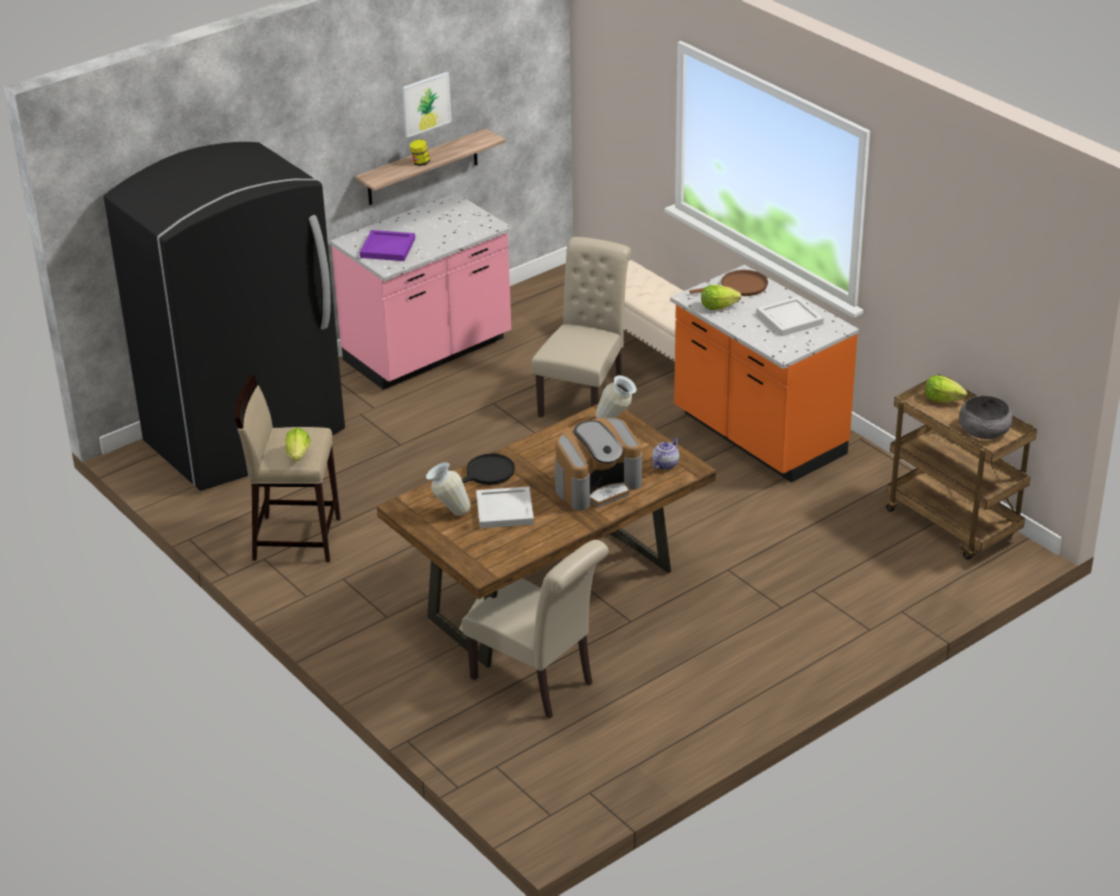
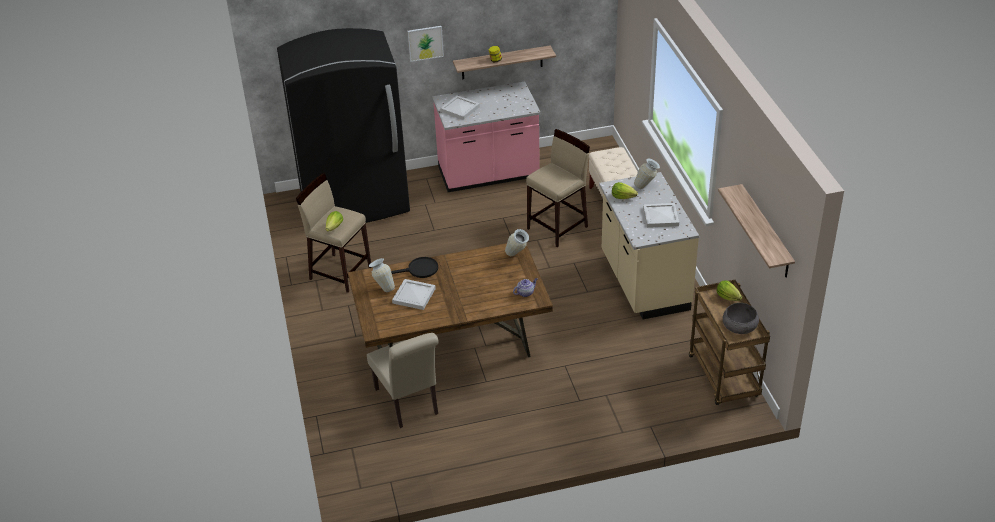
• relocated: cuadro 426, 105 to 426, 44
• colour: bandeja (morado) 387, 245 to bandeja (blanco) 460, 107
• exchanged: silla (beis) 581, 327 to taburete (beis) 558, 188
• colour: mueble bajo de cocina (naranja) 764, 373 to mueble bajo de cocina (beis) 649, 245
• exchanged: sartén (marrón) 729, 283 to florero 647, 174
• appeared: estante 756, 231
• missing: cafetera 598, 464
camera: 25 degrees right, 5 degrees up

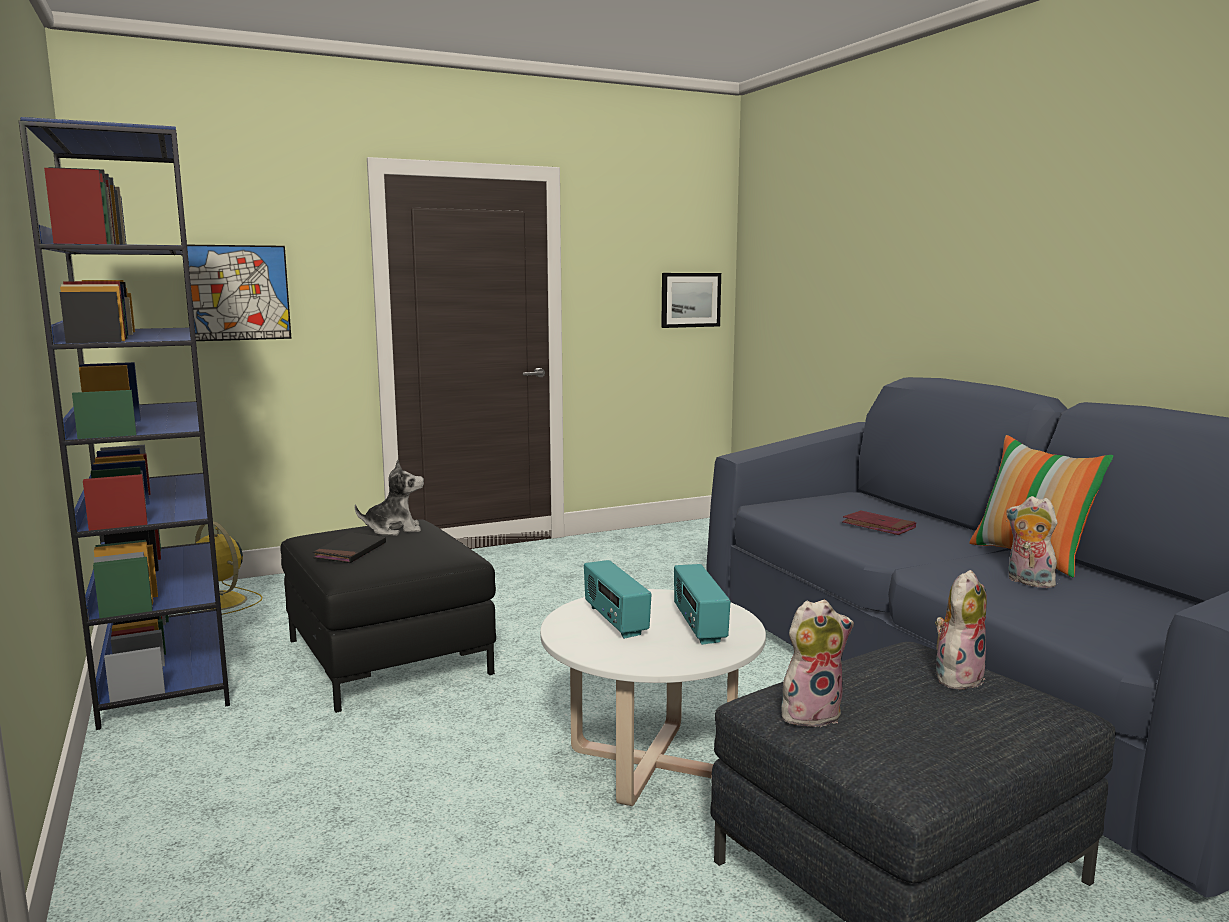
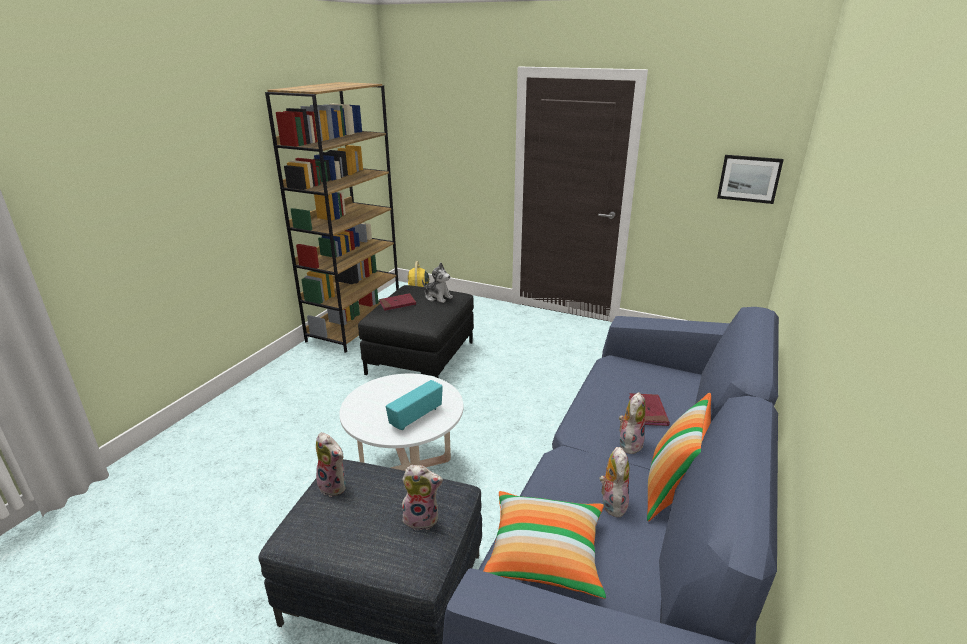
• colour: estantería (azul) 124, 423 to estantería (marrón) 332, 217
• colour: libro (negro) 349, 547 to libro (rojo) 397, 302
• appeared: cojín 544, 545
• appeared: peluche 632, 423
• missing: cuadro 239, 293
• missing: radio 618, 599
camera: 50 degrees right, 15 degrees up

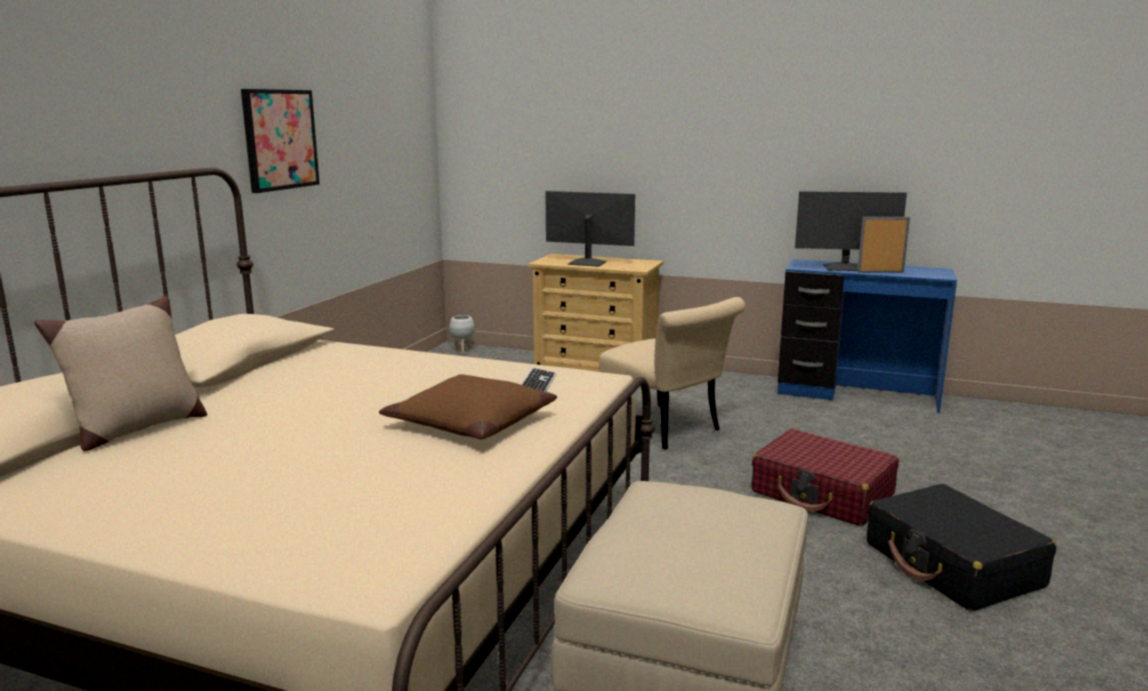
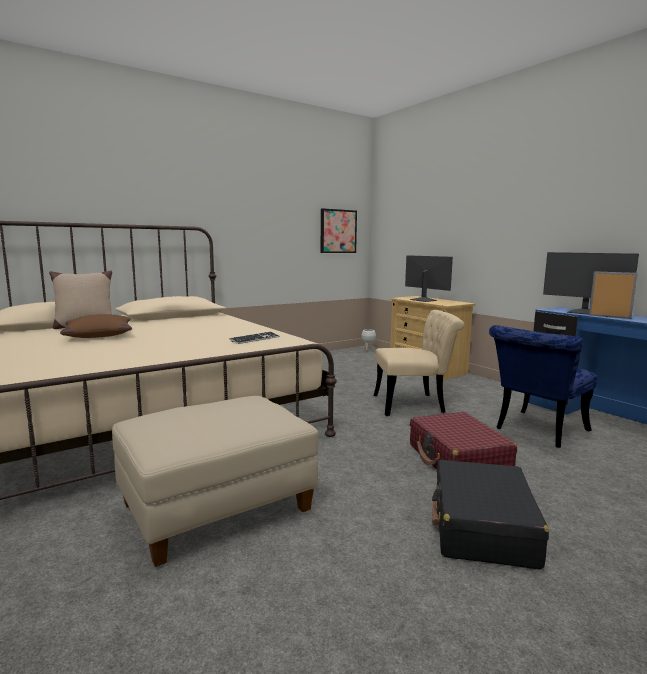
• relocated: cojín (marrón) 468, 406 to 96, 326
• relocated: cuadro 280, 141 to 339, 230
• spun: silla (beis) 672, 373 = 419, 363 90 degrees counterclockwise
• appeared: silla (azul) 543, 386
camera: 35 degrees right, 5 degrees down

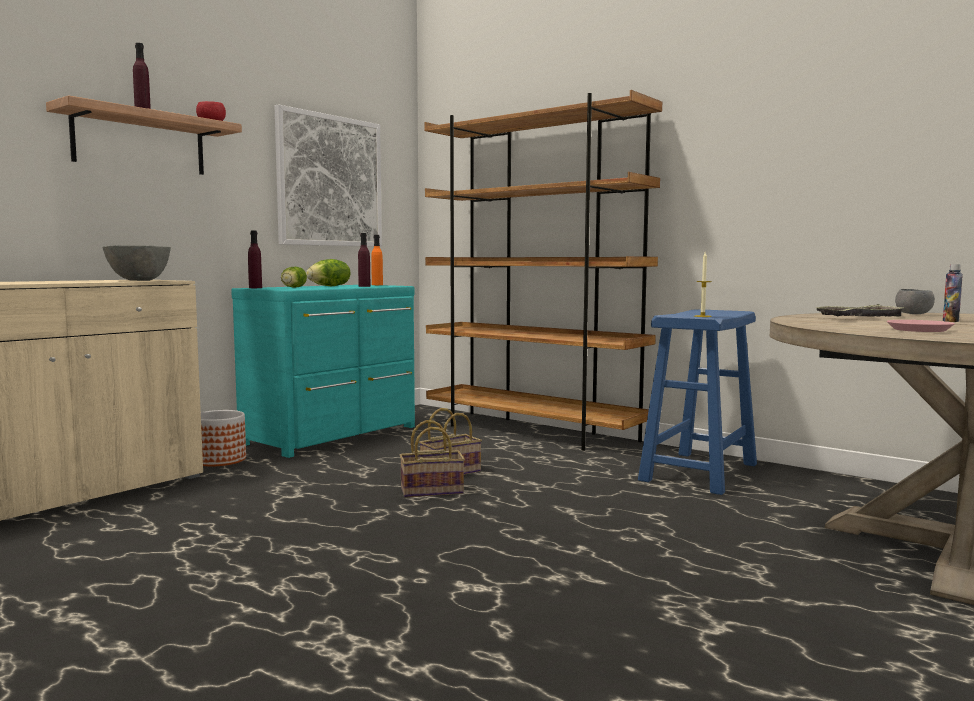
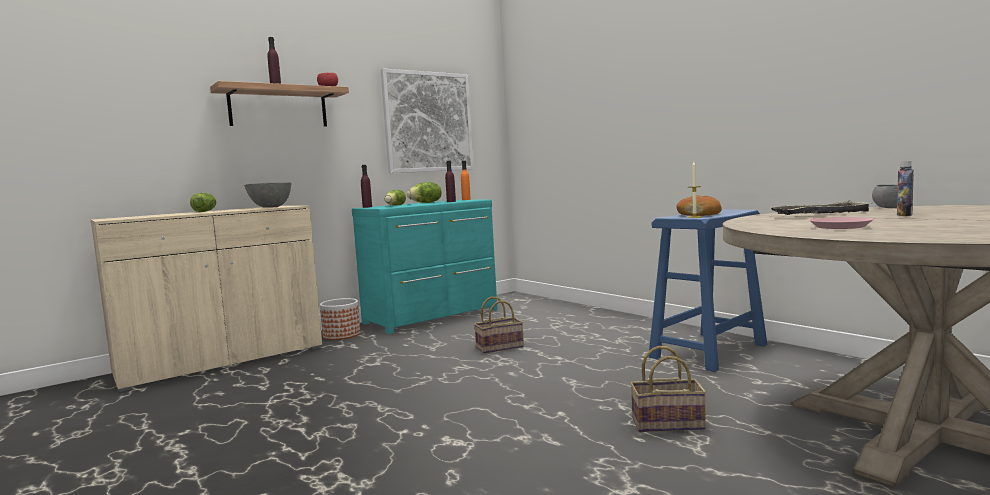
• appeared: lechuga 203, 202
• relocated: cesta 432, 458 to 668, 389
• appeared: pan 699, 206
• missing: estantería (marrón) 543, 270
camera: 15 degrees right, 0 degrees up

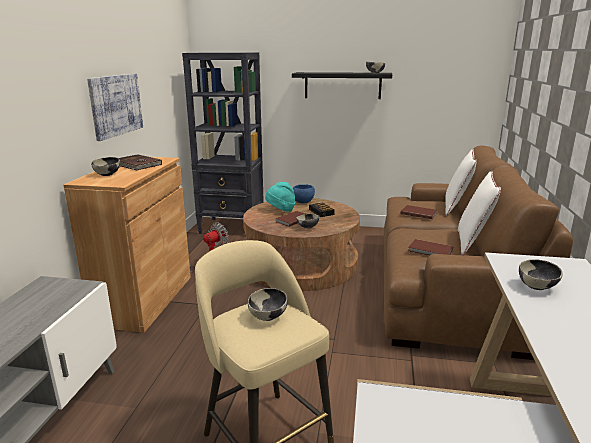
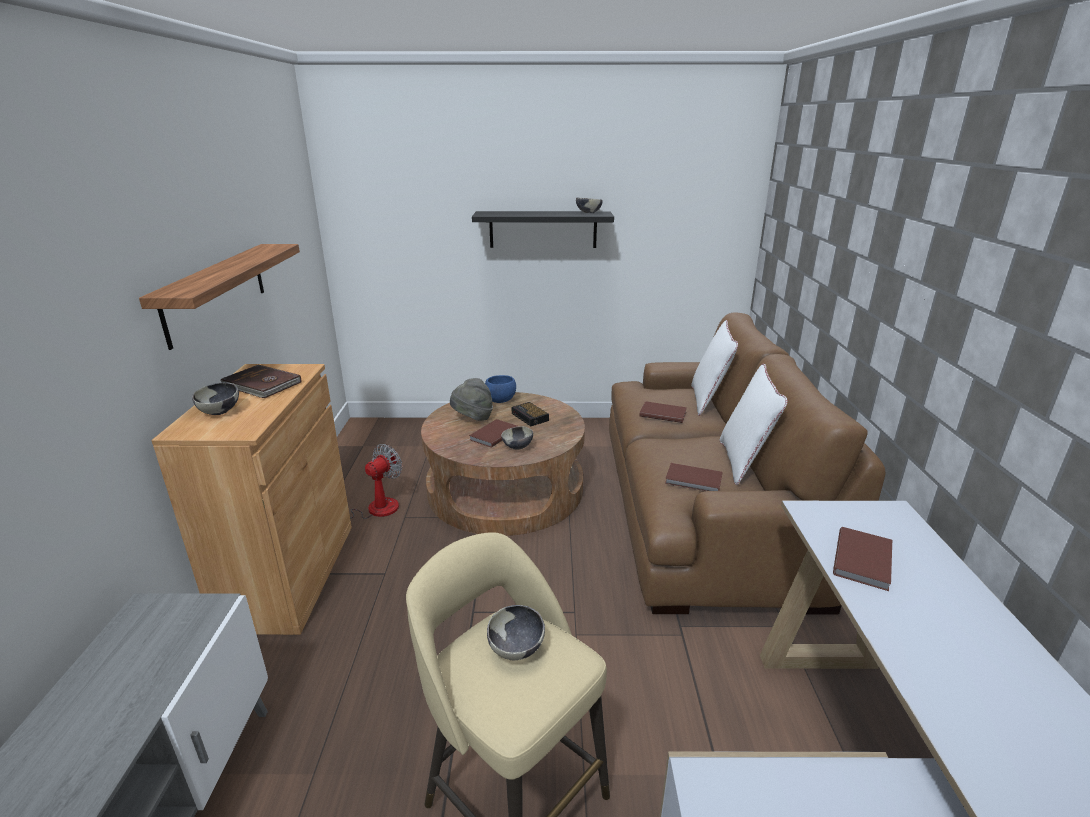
• exchanged: cuadro 115, 107 to estante 219, 297
• colour: sombrero (turquesa) 280, 197 to sombrero (gris) 471, 399
• exchanged: cuenco 541, 275 to libro (marrón) 862, 559
• missing: estantería (negro) 223, 143
camera: 10 degrees left, 5 degrees up

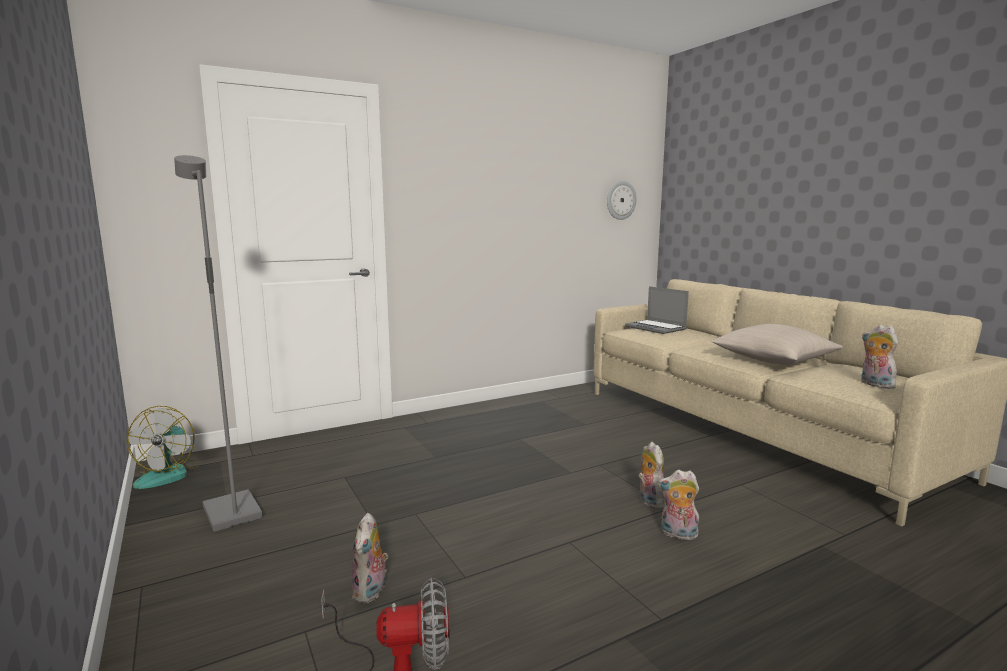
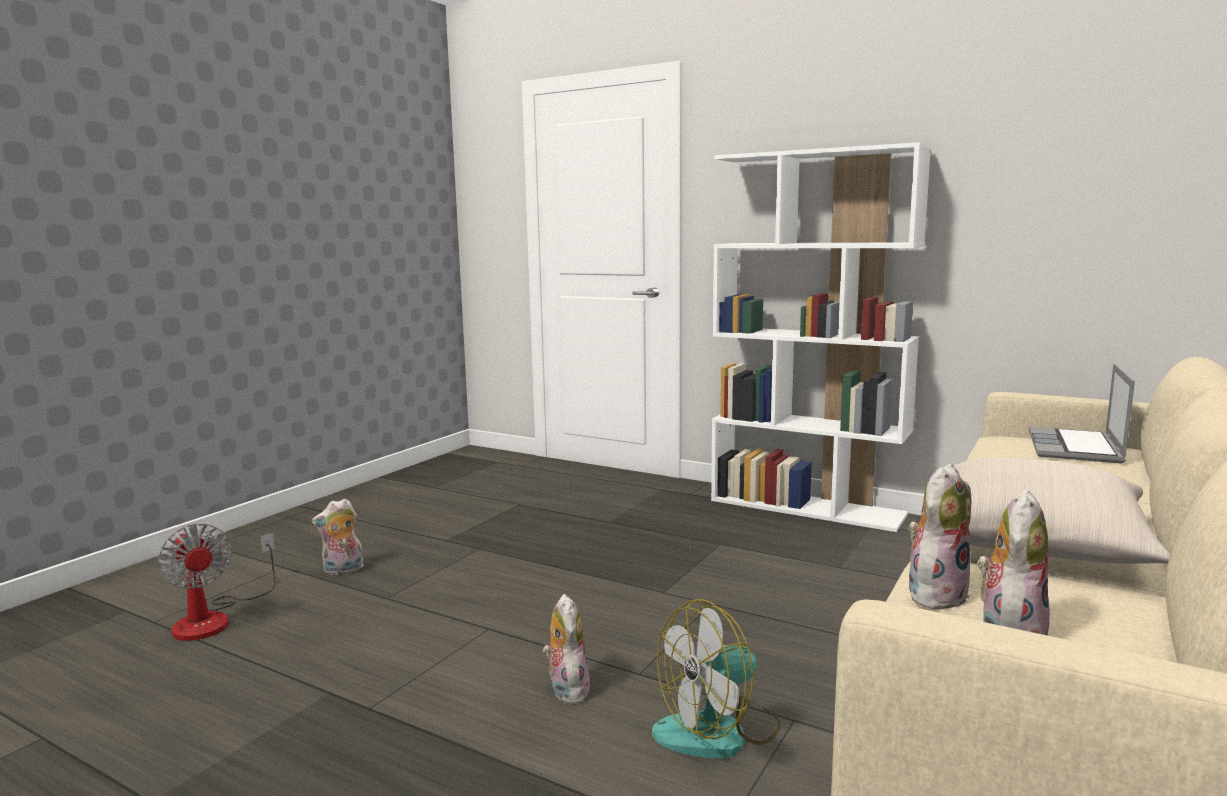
• relocated: ventilador 163, 447 to 716, 679
• appeared: estantería (blanco) 821, 337
• relocated: peluche 651, 475 to 939, 537
• missing: lámpara de pie (gris) 218, 343
• missing: reloj de pared 621, 200
camera: 60 degrees right, 0 degrees up

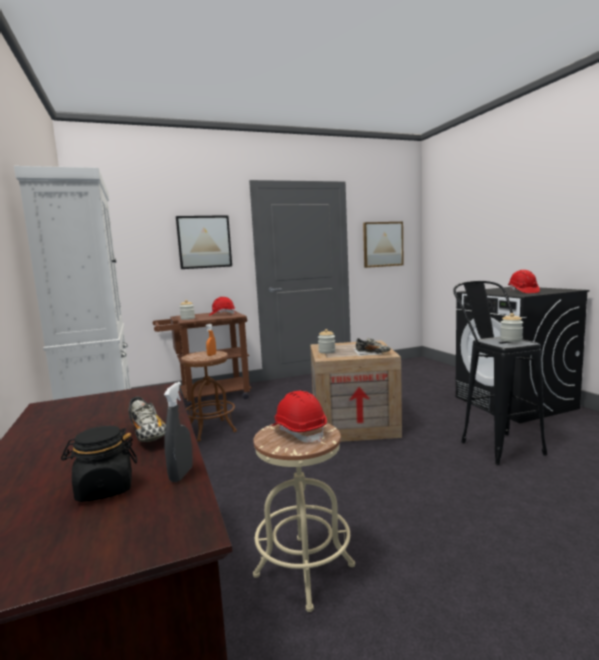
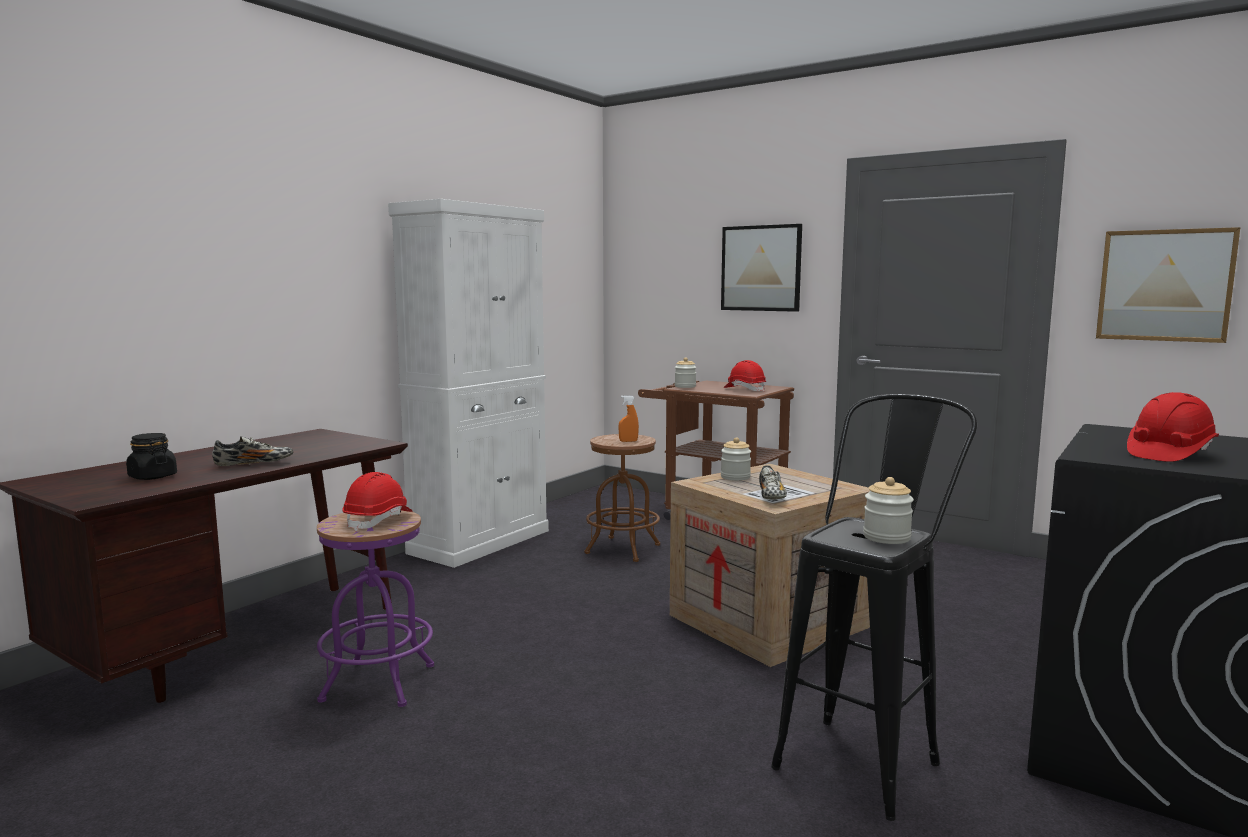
• spun: zapato 147, 419 = 252, 451 135 degrees counterclockwise
• colour: taburete (beis) 304, 517 to taburete (morado) 375, 608
• missing: pulverizador (gris) 178, 432
camera: 55 degrees right, 0 degrees up

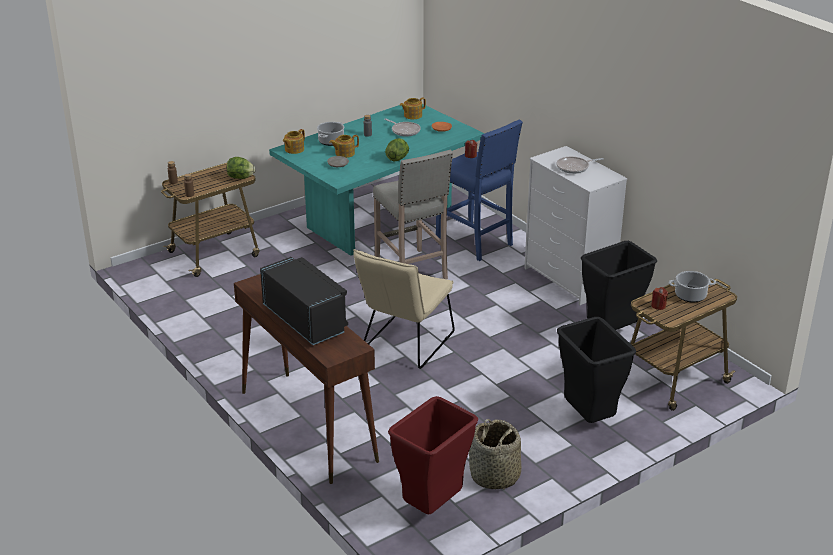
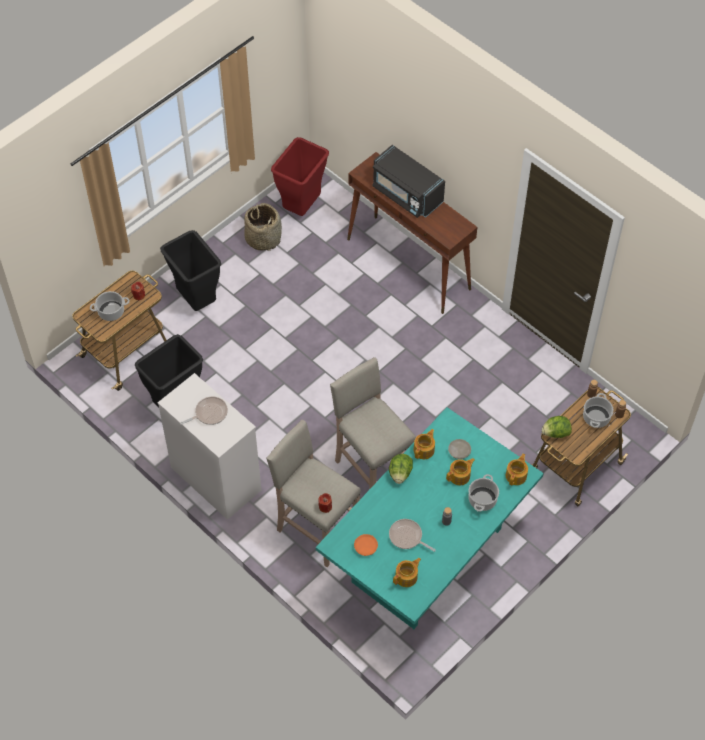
• colour: taburete (azul) 479, 190 to taburete (beis) 313, 493
• appeared: tetera 424, 444
• appeared: olla 598, 410
• missing: silla (beis) 404, 309
camera: 170 degrees right, 25 degrees up

